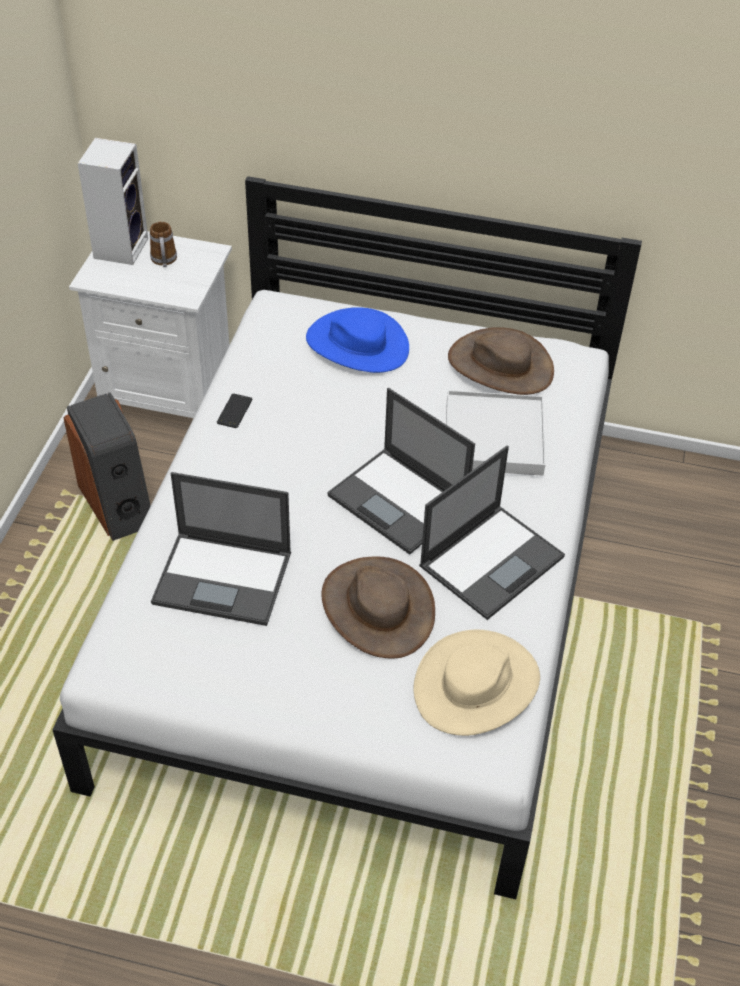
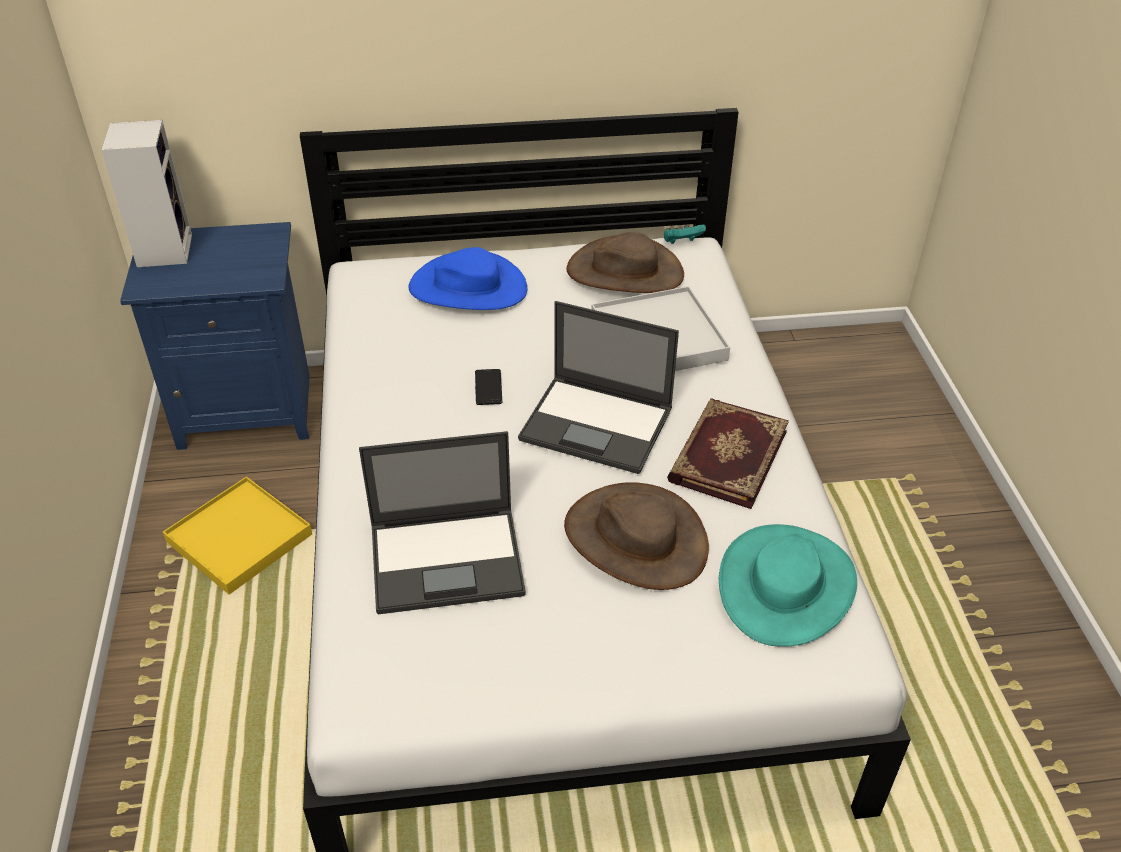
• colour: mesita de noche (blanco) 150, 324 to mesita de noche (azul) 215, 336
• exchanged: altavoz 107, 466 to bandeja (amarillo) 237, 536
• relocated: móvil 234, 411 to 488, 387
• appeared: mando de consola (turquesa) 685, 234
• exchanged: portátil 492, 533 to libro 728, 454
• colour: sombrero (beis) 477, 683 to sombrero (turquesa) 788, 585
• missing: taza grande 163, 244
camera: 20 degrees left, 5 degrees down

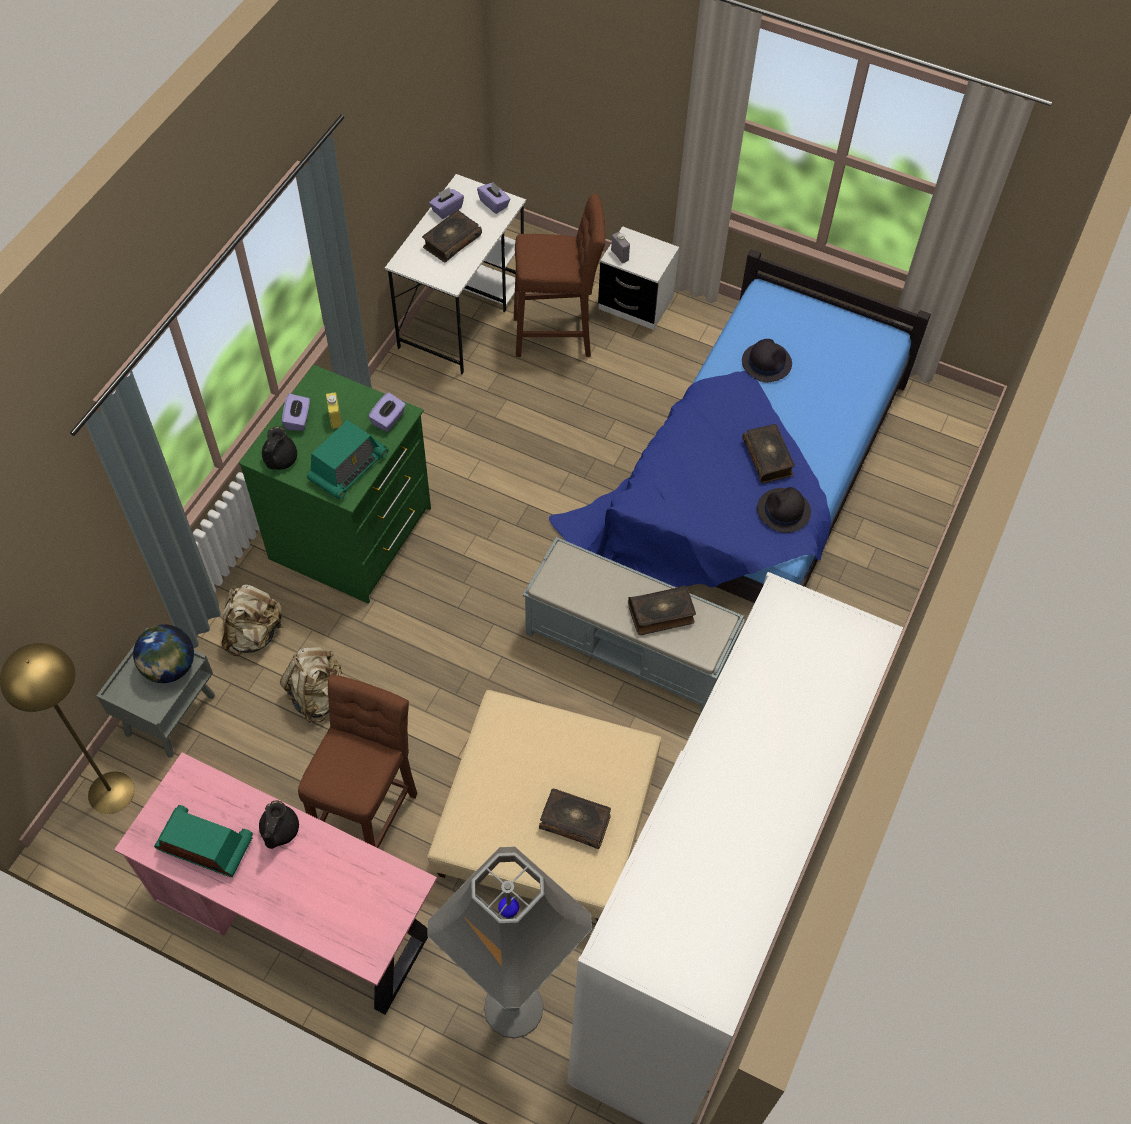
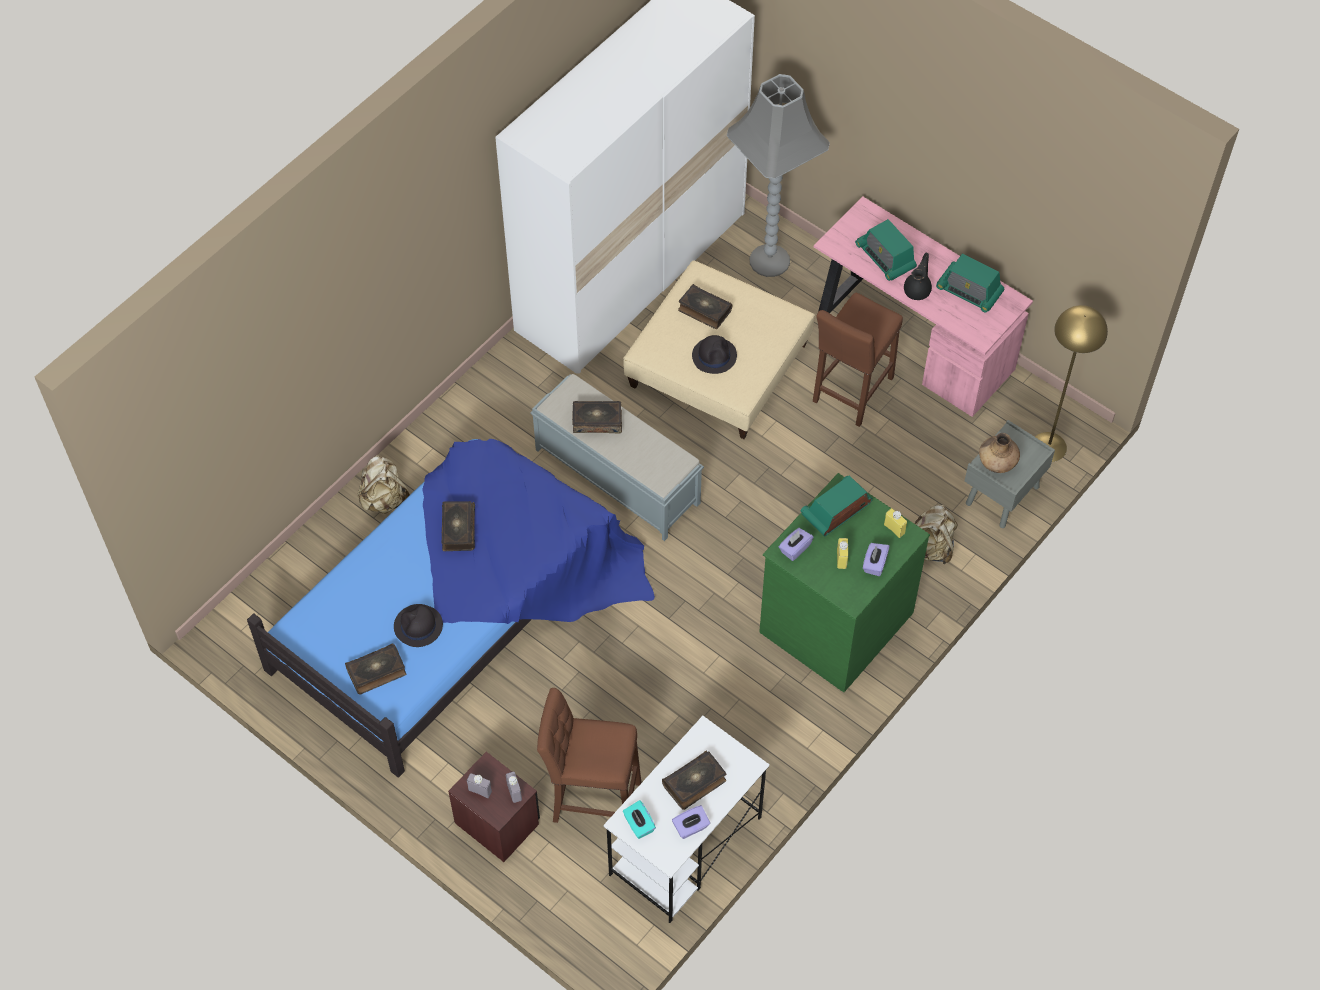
• appeared: libro 375, 669
• relocated: mochila (beis) 311, 685 to 384, 484
• colour: mesita de noche (blanco) 638, 278 to mesita de noche (marrón) 494, 807
• appeared: botella (gris) 479, 785
• colour: caja de pañuelos (morado) 494, 197 to caja de pañuelos (turquesa) 639, 819
• relocated: sombrero (negro) 784, 510 to 714, 354
• appeared: radio 886, 250
• exchanged: tetera (negro) 279, 448 to botella (amarillo) 895, 523
• exchanged: globo terráqueo 163, 653 to florero (marrón) 999, 453
camera: 165 degrees left, 0 degrees up

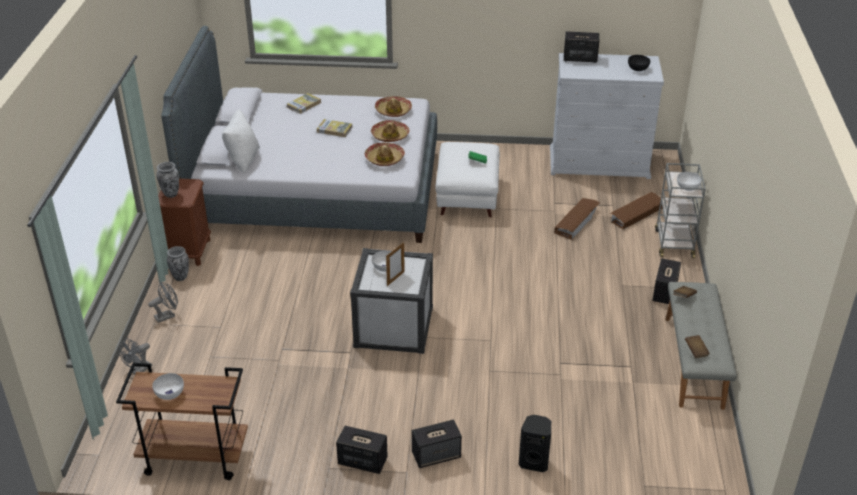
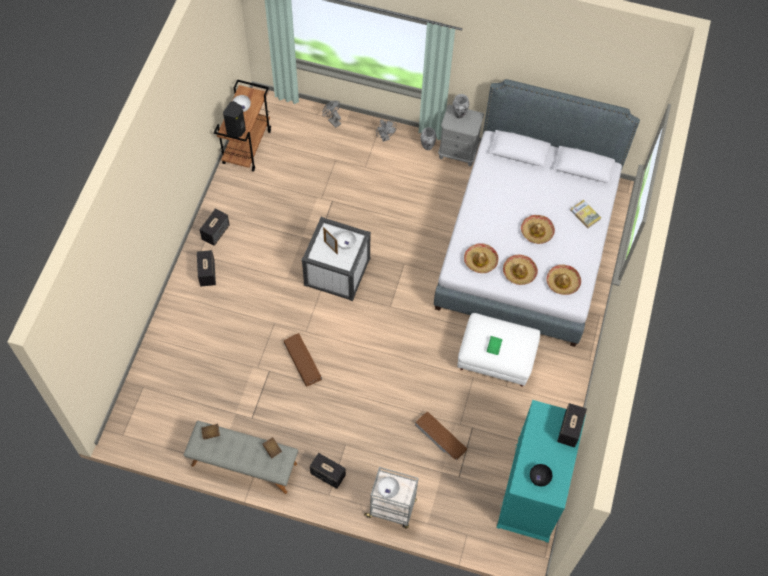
• relocated: altavoz (negro) 535, 443 to 234, 119
• relocated: caja de almacenaje (marrón) 636, 211 to 303, 360
• colour: mesita de noche (marrón) 184, 222 to mesita de noche (gris) 461, 136
• colour: cómoda (blanco) 607, 116 to cómoda (turquesa) 541, 471
• exchanged: libro 334, 128 to sombrero 538, 229
• missing: cojín (blanco) 241, 141
camera: 100 degrees right, 25 degrees up

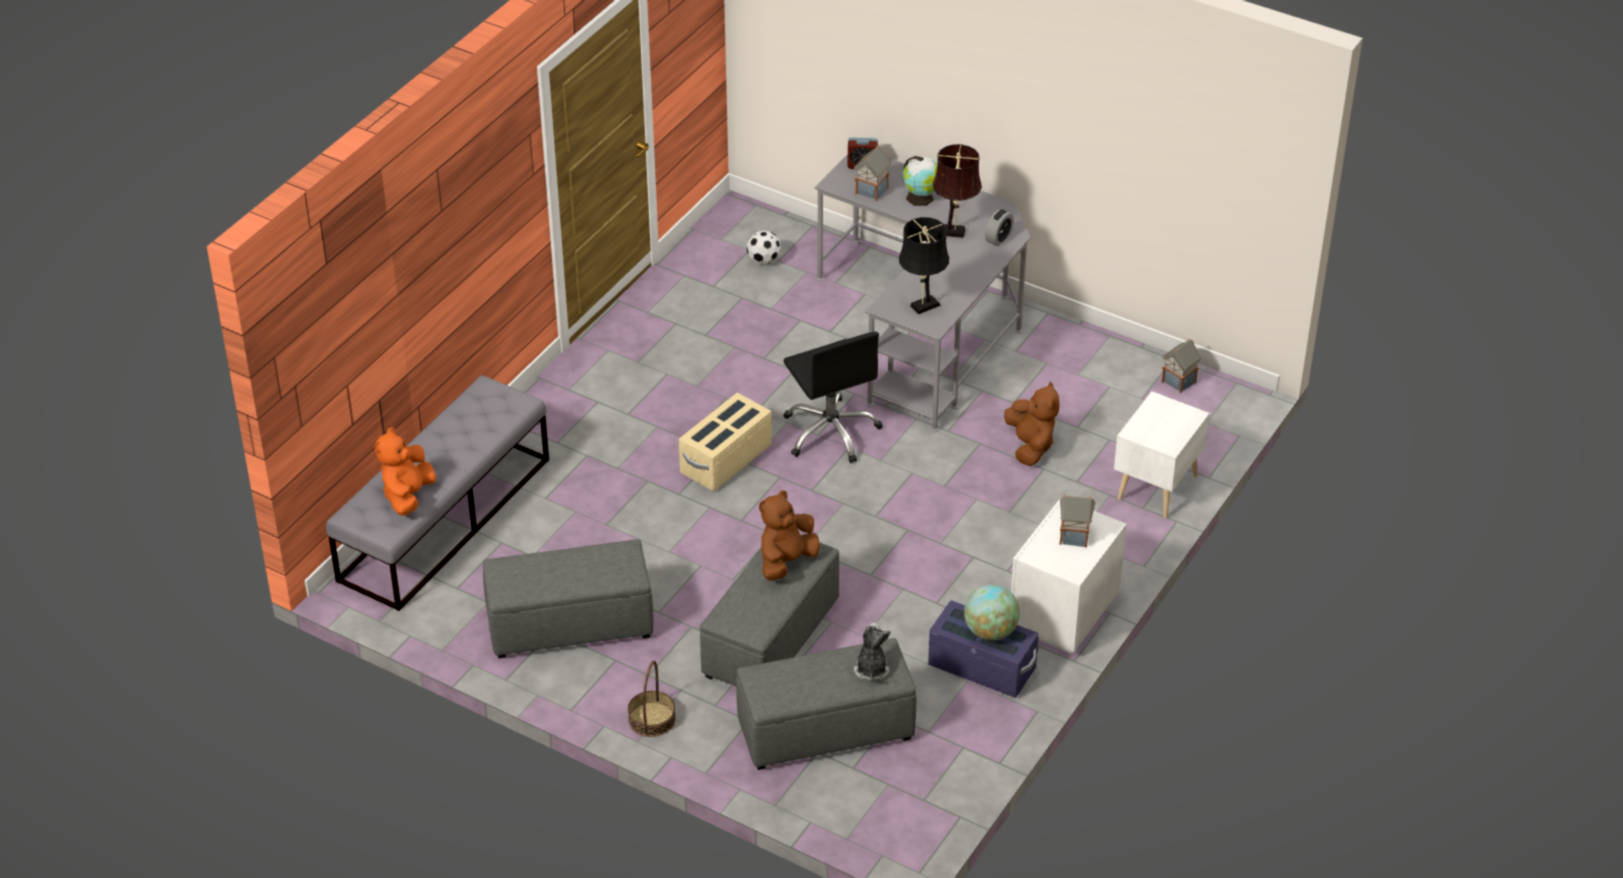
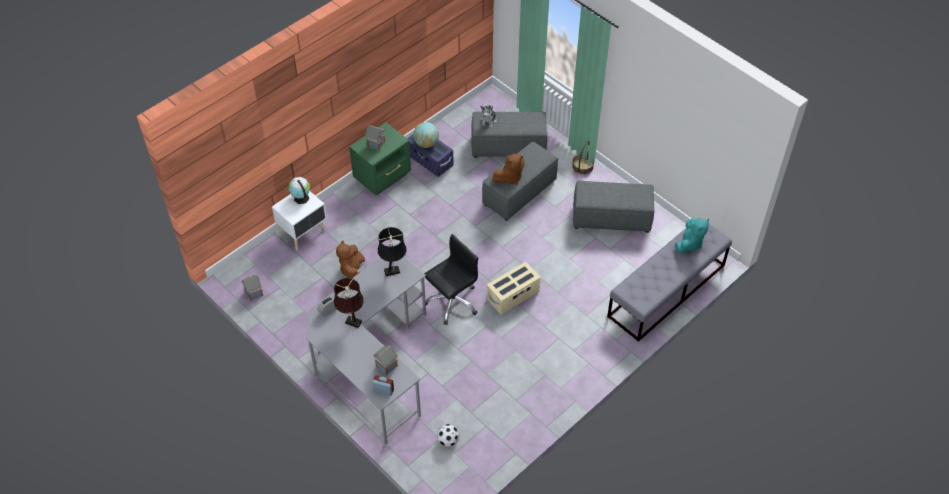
• relocated: globo terráqueo 920, 181 to 299, 190
• colour: mesita de noche (blanco) 1069, 575 to mesita de noche (verde) 380, 158
• spun: silla de oficina (negro) 833, 397 = 451, 279 60 degrees clockwise
• colour: peluche (naranja) 405, 471 to peluche (turquesa) 692, 235
camera: 165 degrees left, 10 degrees up

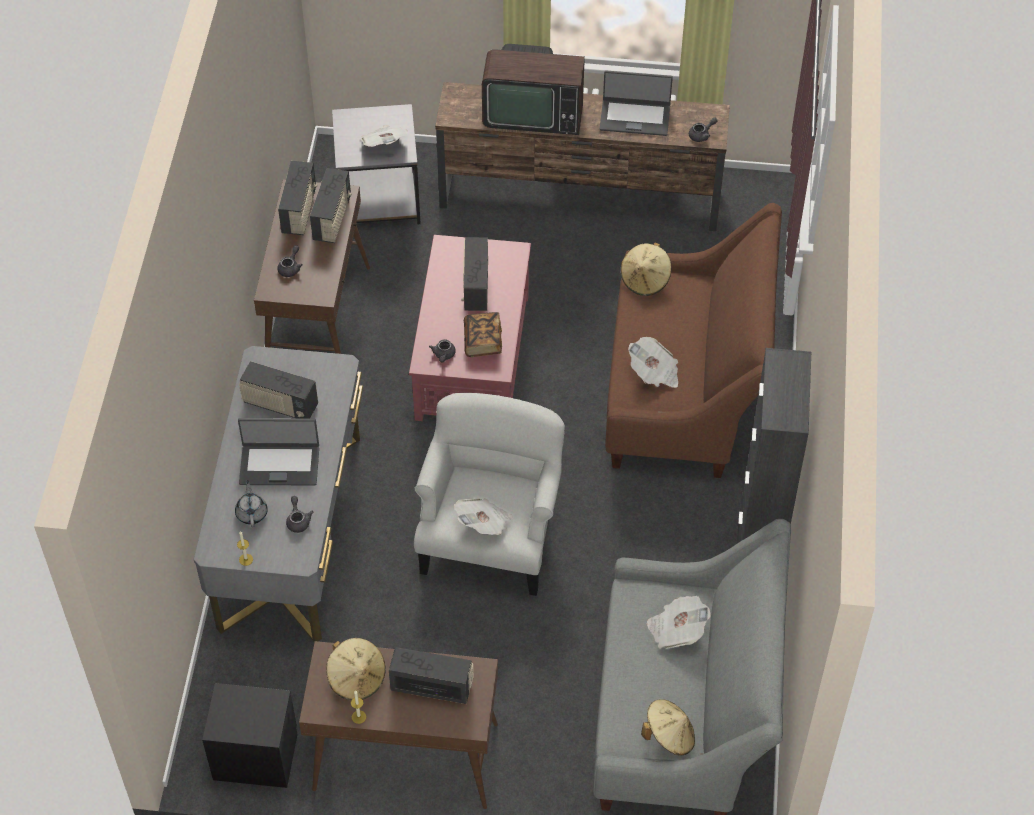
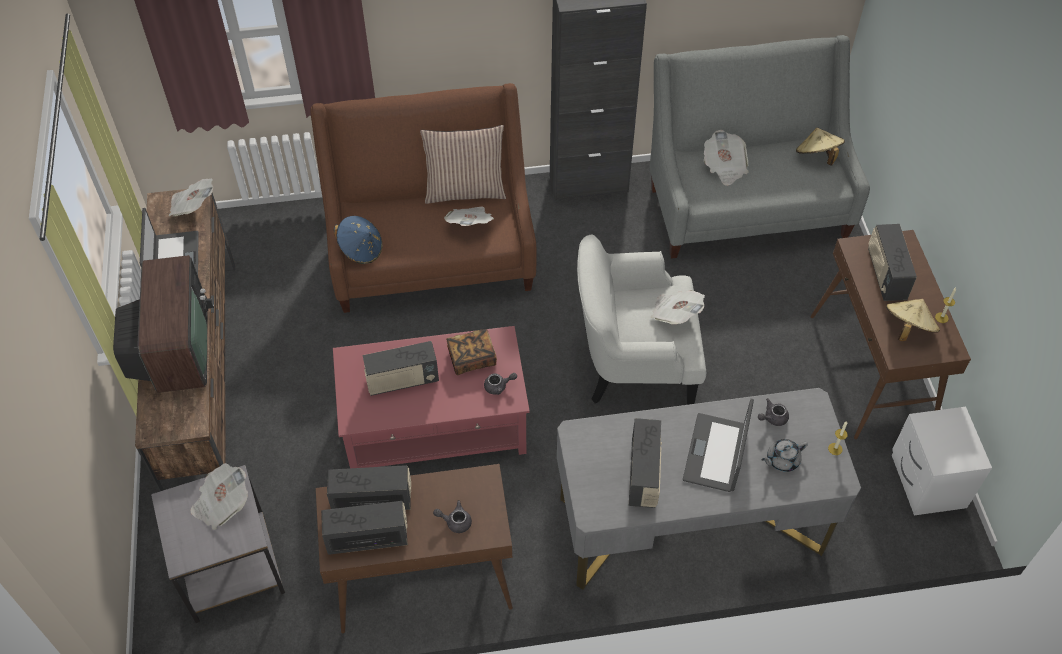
• exchanged: tetera (gris) 703, 129 to periódico 191, 197
• colour: sombrero (beis) 646, 269 to sombrero (azul) 358, 240
• appeared: cojín 463, 164
• spun: portátil 278, 452 = 718, 445 150 degrees counterclockwise
• colour: mesita de noche (negro) 250, 735 to mesita de noche (blanco) 942, 461
camera: 105 degrees left, 0 degrees up

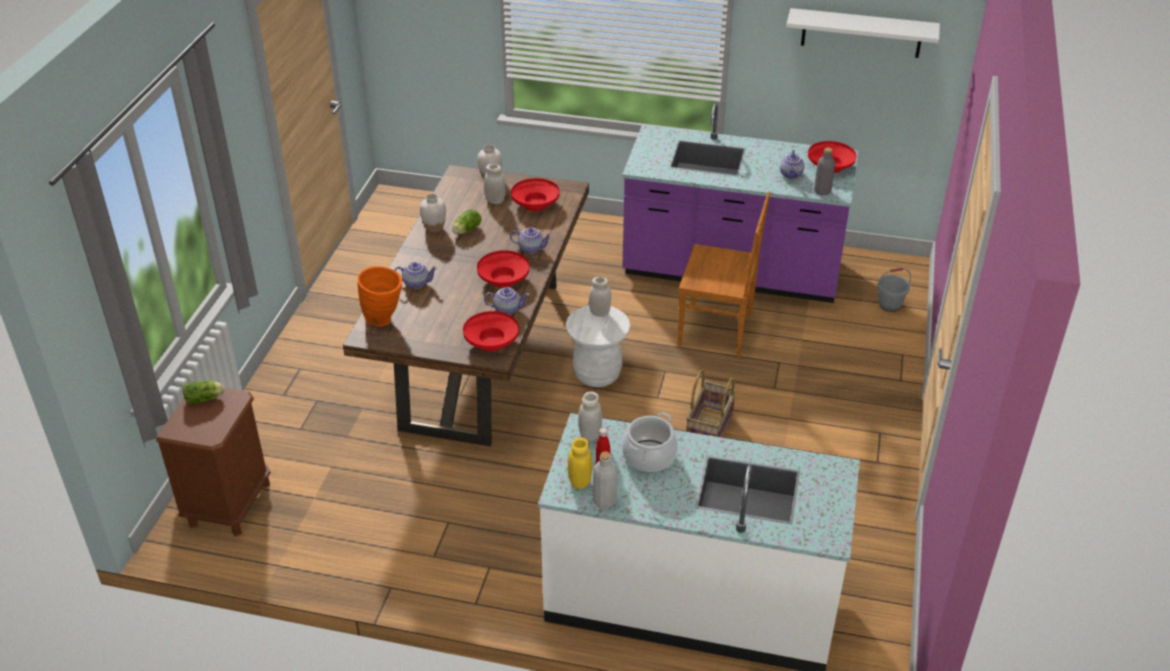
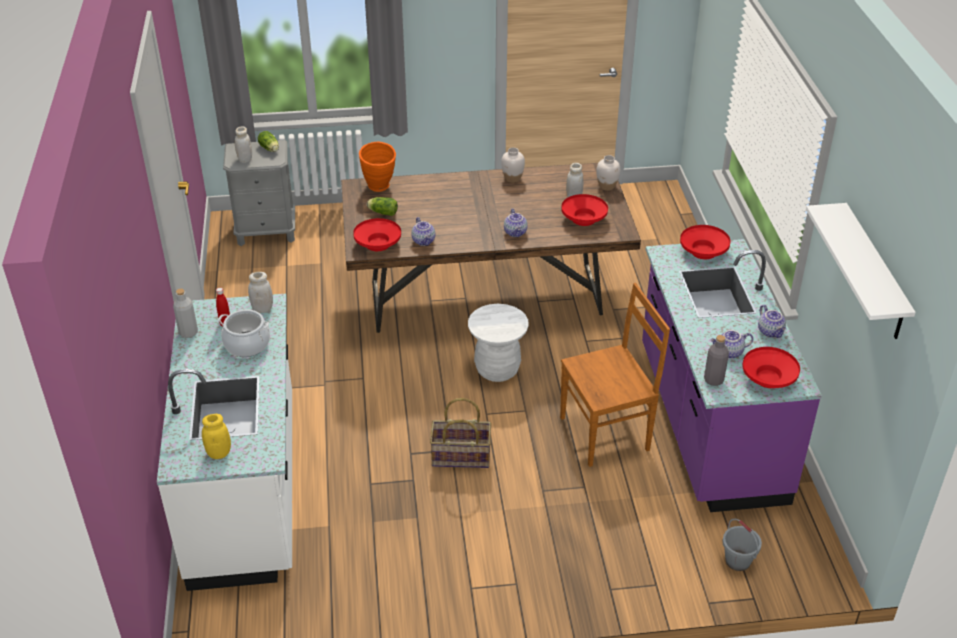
• relocated: tarro (amarillo) 580, 463 to 216, 436
• colour: mesita de noche (marrón) 213, 461 to mesita de noche (gris) 259, 193
• relocated: tarro (blanco) 600, 297 to 243, 145
• relocated: lechuga 466, 221 to 382, 206
• spun: silla (marrón) 723, 274 = 615, 375 105 degrees counterclockwise
• relocated: cuenco (rojo) 503, 269 to 705, 242
• relocated: tetera 416, 275 to 772, 321
camera: 70 degrees right, 0 degrees up

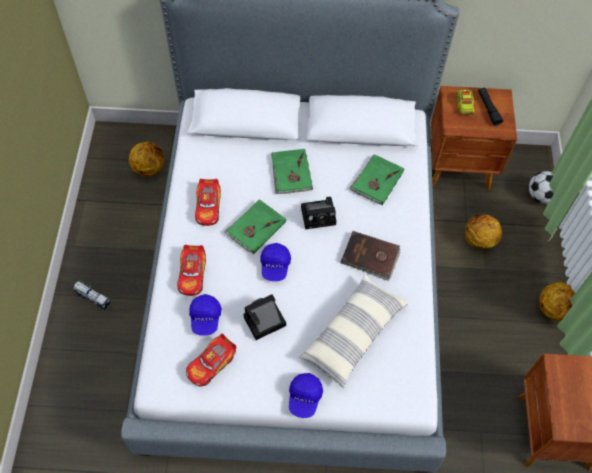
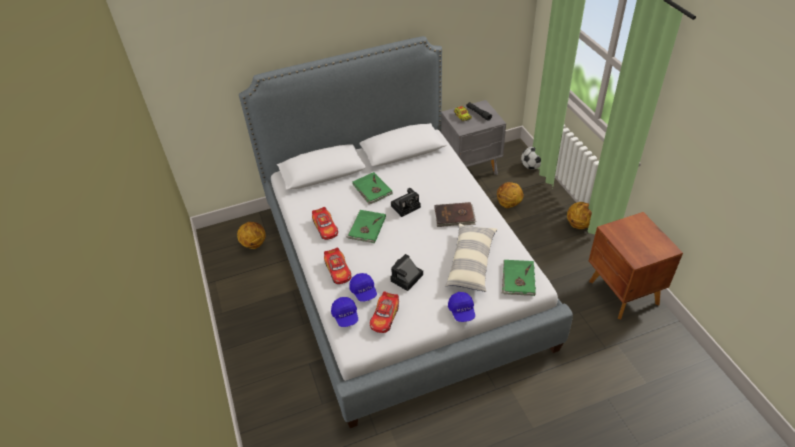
• relocated: gorra (azul) 275, 262 to 344, 312
• colour: mesita de noche (marrón) 474, 138 to mesita de noche (gris) 473, 137
• relocated: libro (verde) 376, 179 to 519, 278
• missing: camión de juguete 92, 295
camera: 20 degrees left, 15 degrees down

